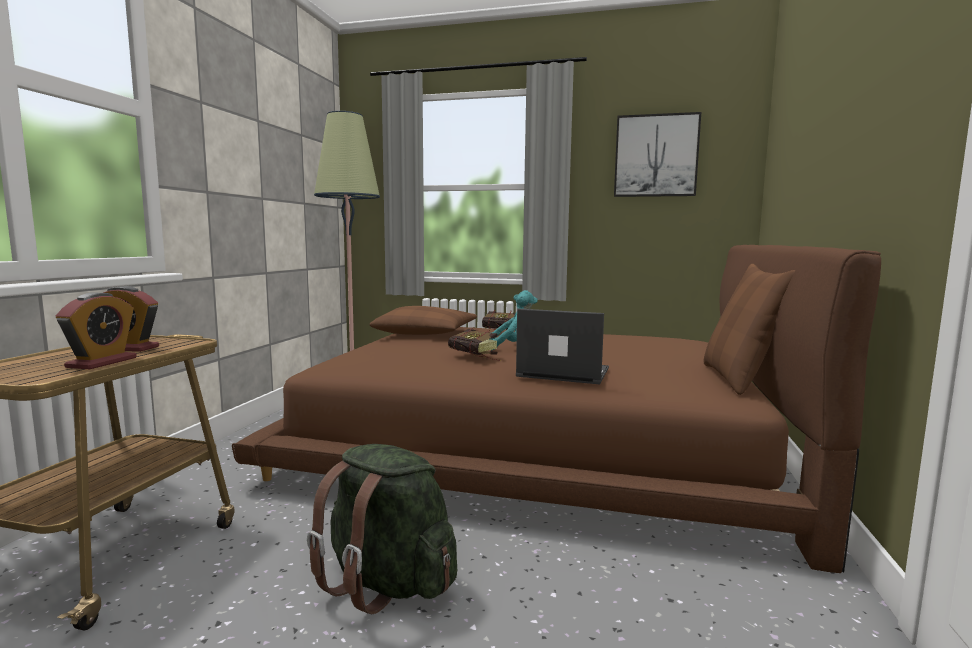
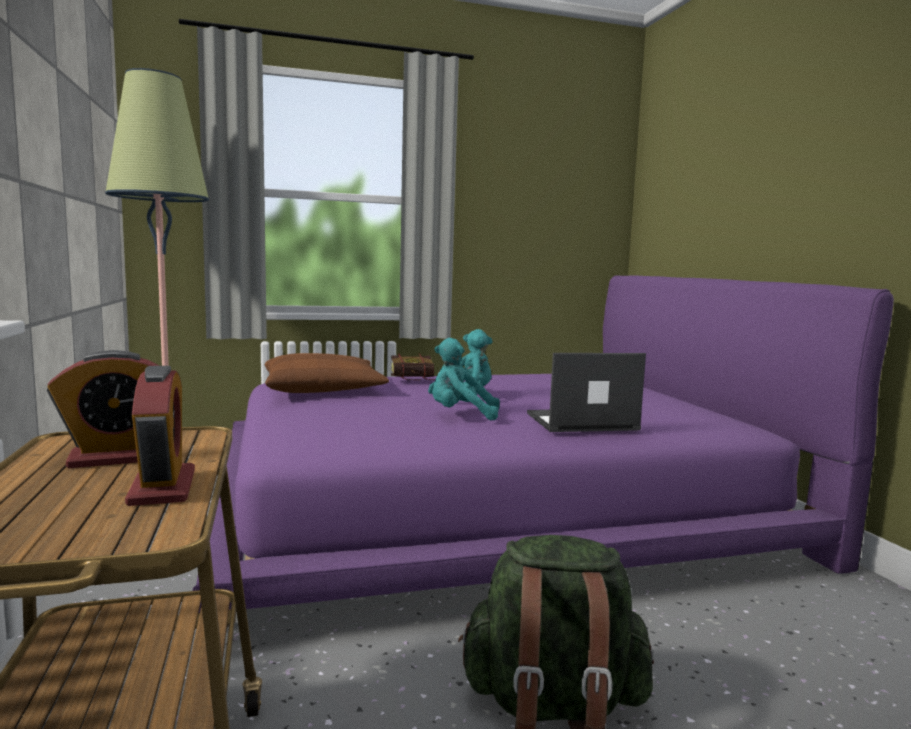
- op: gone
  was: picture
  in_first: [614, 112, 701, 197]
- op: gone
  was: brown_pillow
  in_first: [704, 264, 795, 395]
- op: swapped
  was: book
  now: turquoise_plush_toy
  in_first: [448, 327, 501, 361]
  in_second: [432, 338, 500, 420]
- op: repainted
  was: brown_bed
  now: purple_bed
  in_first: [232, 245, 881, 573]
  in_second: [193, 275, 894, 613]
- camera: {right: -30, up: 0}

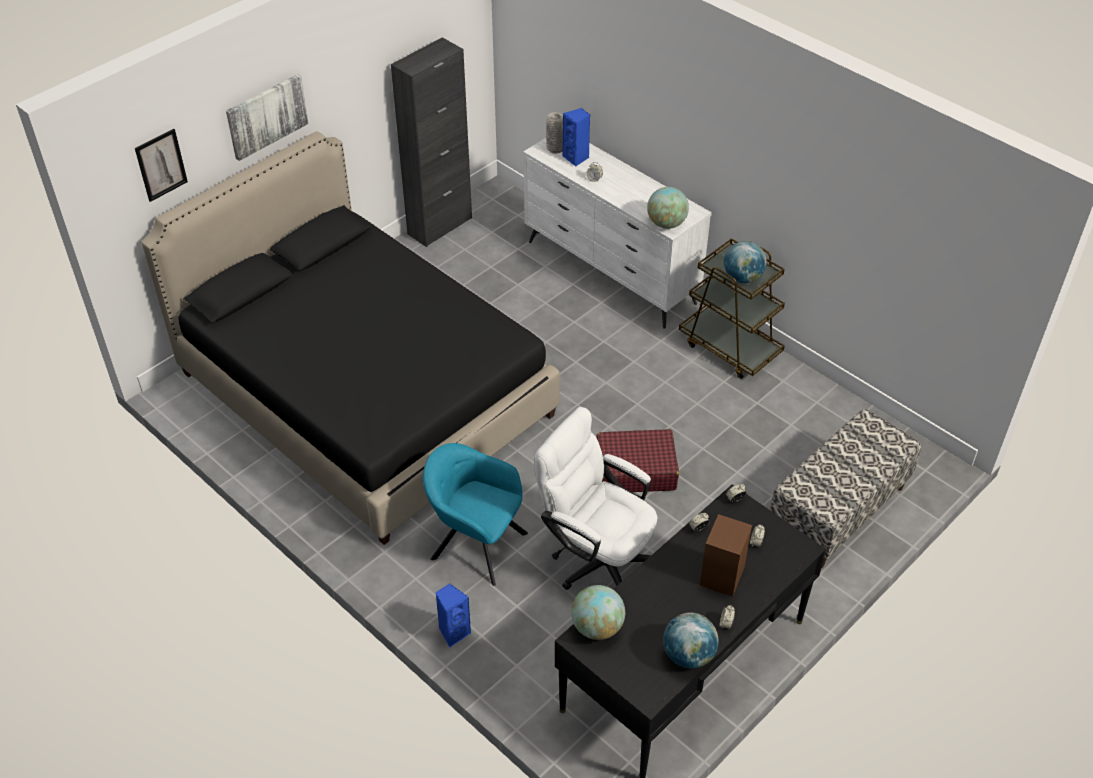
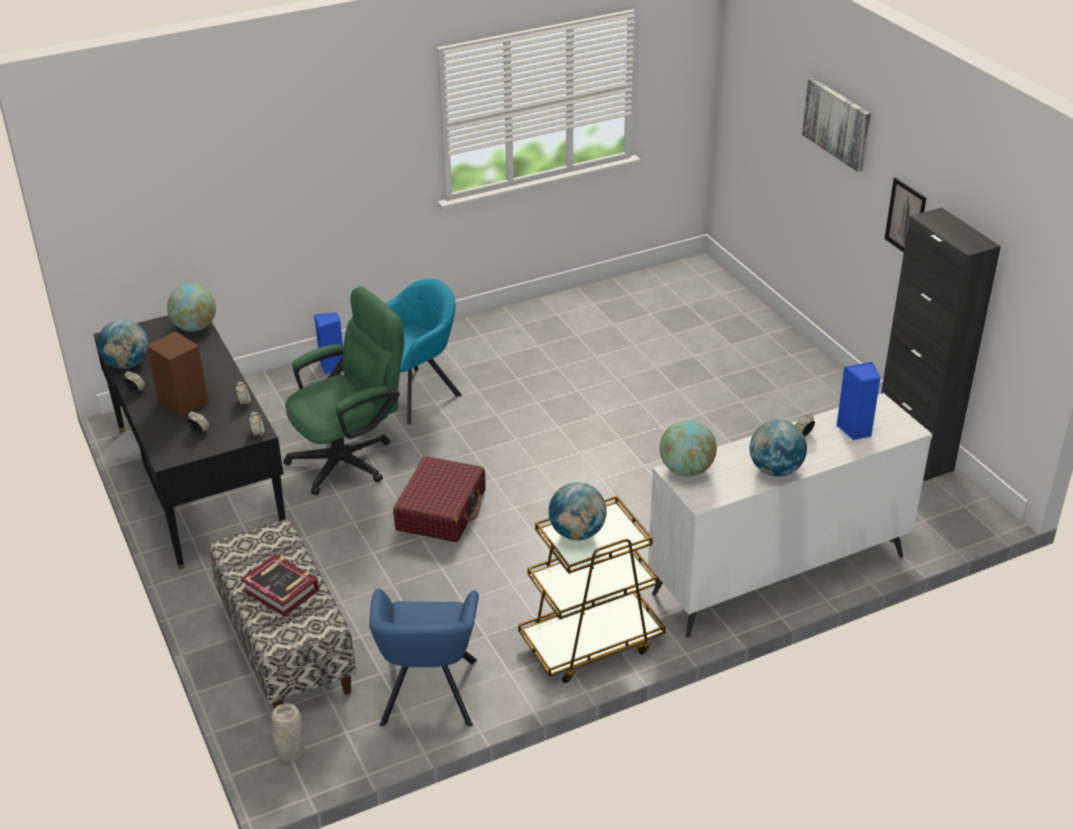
- op: gone
  was: black_bed
  in_first: [142, 131, 560, 545]
- op: new
  now: book
  in_second: [240, 554, 319, 617]
- op: new
  now: blue_armchair
  in_second: [369, 589, 479, 727]
- op: new
  now: globe
  in_second: [750, 420, 807, 477]
- op: shifted
  was: picture
  in_first: [135, 129, 188, 202]
  in_second: [885, 177, 926, 252]
- op: shifted
  was: grey_vase
  in_first: [546, 112, 563, 154]
  in_second: [272, 703, 304, 762]
- op: repainted
  was: white_office_chair
  now: green_office_chair
  in_first: [534, 407, 658, 590]
  in_second: [283, 286, 404, 495]
- camera: {right: 110, up: -10}

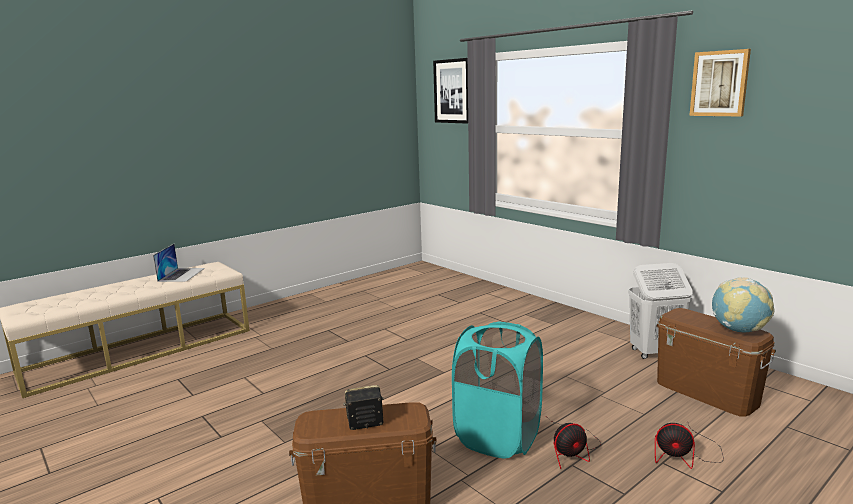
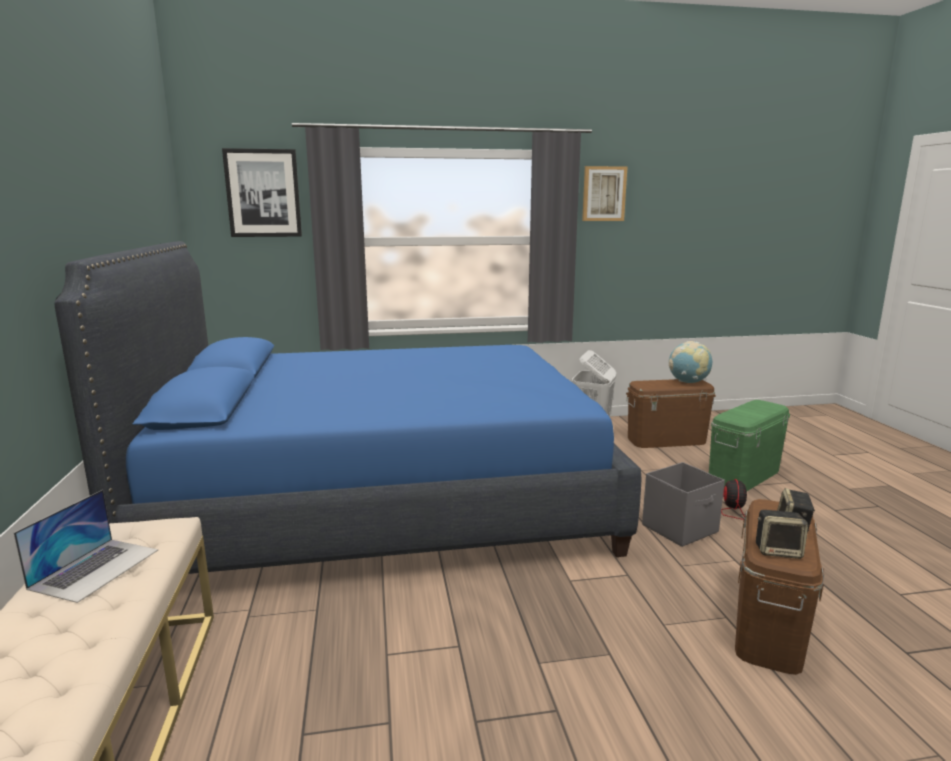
- op: new
  now: blue_bed
  in_second: [54, 241, 641, 574]
- op: new
  now: speaker
  in_second: [756, 510, 808, 559]
- op: swapped
  was: turquoise_laundry_basket
  now: grey_storage_box
  in_first: [452, 322, 543, 459]
  in_second: [642, 462, 725, 547]
- op: swapped
  was: fan
  now: green_storage_box
  in_first: [655, 423, 724, 469]
  in_second: [709, 400, 790, 491]
- op: rotated
  was: laptop
  in_first: [153, 244, 205, 282]
  in_second: [14, 490, 158, 603]
  clockwise: 75
- camera: {right: -60, up: 0}

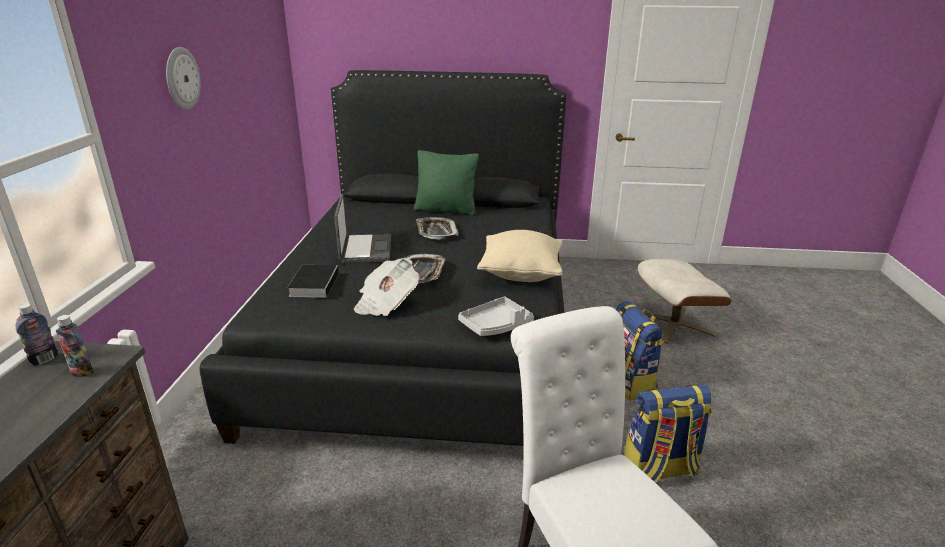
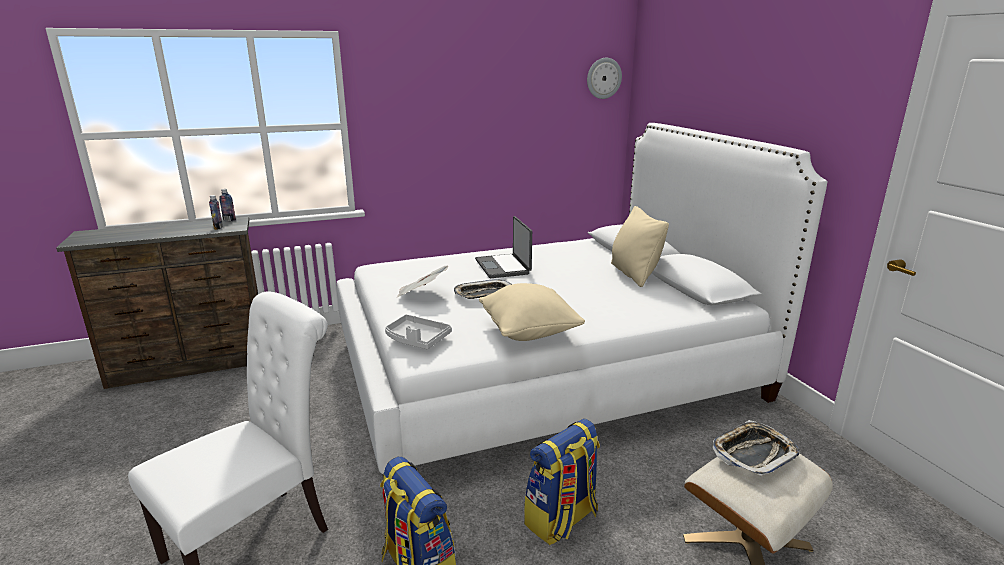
- op: gone
  was: book
  in_first: [287, 265, 339, 298]
- op: shifted
  was: wall_clock
  in_first: [166, 47, 201, 110]
  in_second: [587, 58, 622, 99]
- op: shifted
  was: tray
  in_first: [416, 217, 458, 240]
  in_second: [712, 420, 799, 477]
- op: repainted
  was: black_bed
  now: white_bed
  in_first: [200, 70, 566, 446]
  in_second: [337, 123, 827, 474]
- op: repainted
  was: green_pillow
  now: beige_pillow
  in_first: [414, 150, 479, 215]
  in_second: [611, 206, 669, 287]
- op: rotated
  was: laptop
  in_first: [334, 194, 391, 263]
  in_second: [475, 216, 532, 278]
  clockwise: 105
- camera: {right: 65, up: -5}

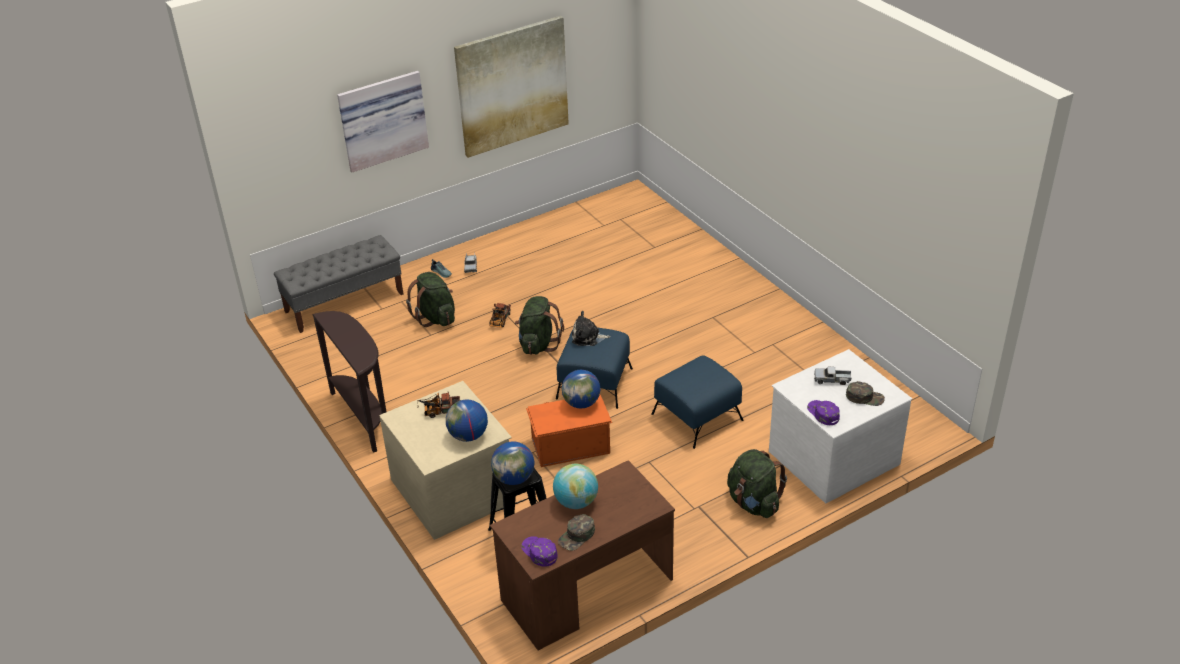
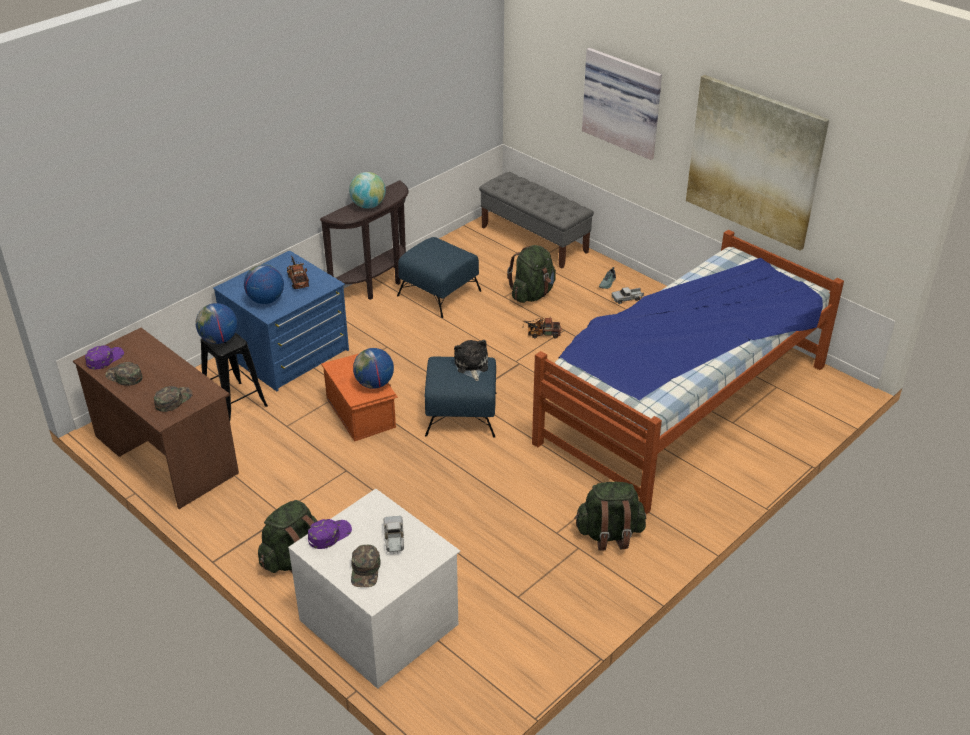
- op: new
  now: green_cap
  in_second: [154, 386, 193, 412]
- op: new
  now: bed
  in_second: [532, 230, 844, 514]
- op: shifted
  was: green_backpack
  in_first: [515, 296, 564, 354]
  in_second: [574, 482, 646, 551]
- op: shifted
  was: globe
  in_first: [553, 464, 598, 509]
  in_second: [349, 172, 386, 209]
- op: shifted
  was: blue_ottoman
  in_first: [652, 355, 744, 449]
  in_second: [397, 237, 481, 318]
- op: repainted
  was: beige_dresser
  now: blue_dresser
  in_first: [379, 381, 512, 540]
  in_second: [213, 250, 349, 391]
- camera: {right: 75, up: 0}

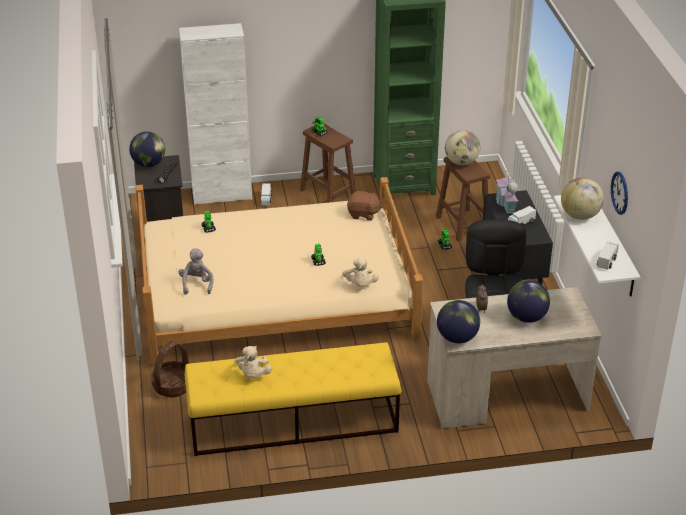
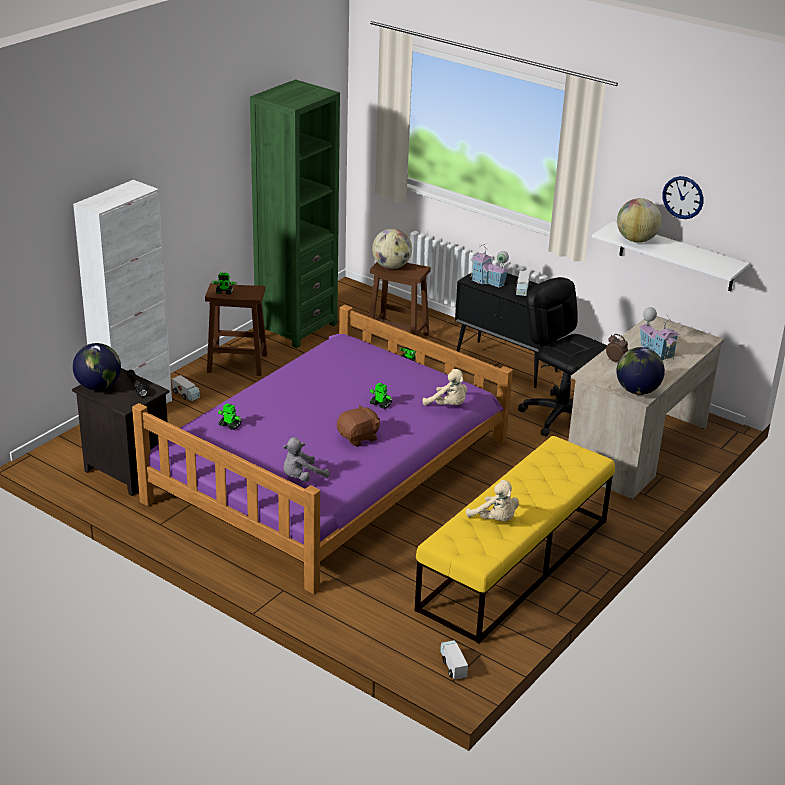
- op: gone
  was: basket
  in_first: [151, 341, 189, 397]
- op: shifted
  was: brown_plush_toy
  in_first: [347, 191, 382, 220]
  in_second: [337, 405, 380, 447]
- op: shifted
  was: toy_truck
  in_first: [597, 241, 619, 270]
  in_second: [440, 640, 468, 679]
- op: swapped
  was: globe
  now: toy_house
  in_first: [507, 280, 550, 323]
  in_second: [639, 307, 680, 361]
- op: repainted
  was: beige_bed
  now: purple_bed
  in_first: [135, 177, 423, 367]
  in_second: [132, 305, 513, 594]
- op: rotated
  was: grey_plush_toy
  in_first: [179, 248, 213, 295]
  in_second: [283, 437, 330, 482]
  clockwise: -75
- camera: {right: -45, up: -5}

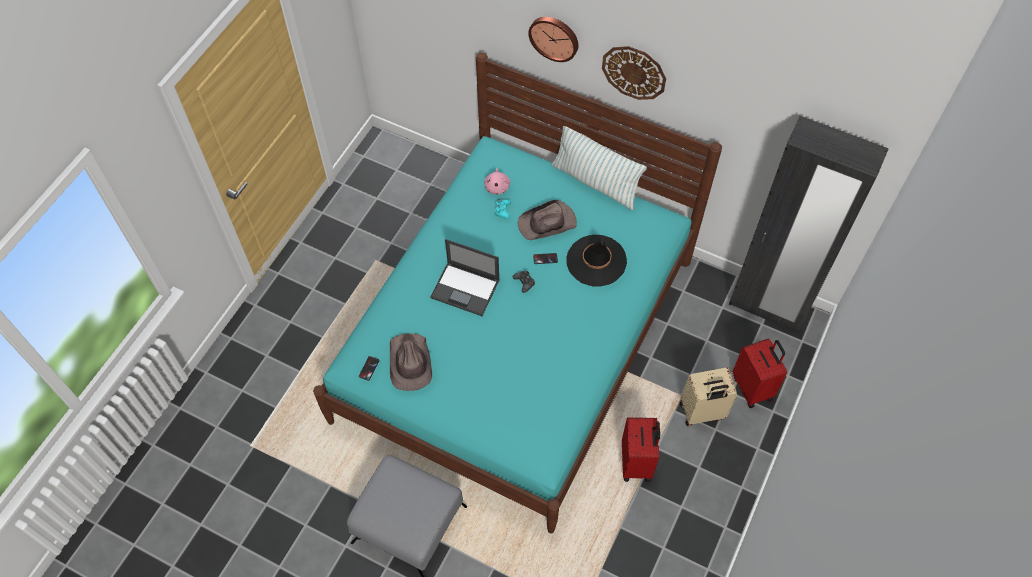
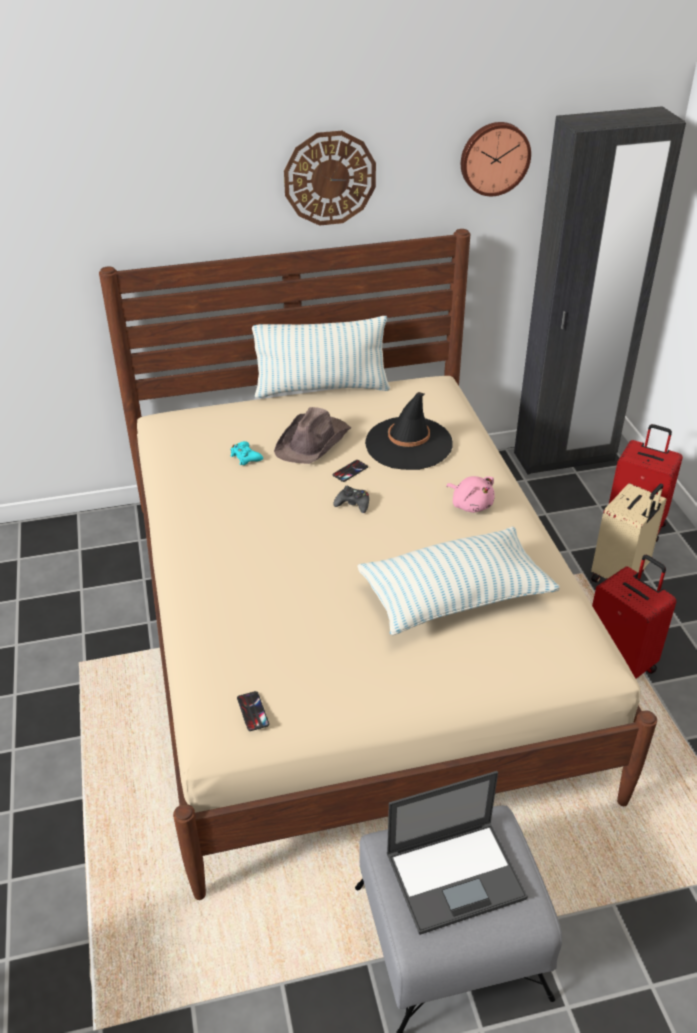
- op: gone
  was: brown_hat
  in_first: [390, 333, 432, 391]
- op: new
  now: pillow
  in_second: [357, 527, 560, 635]
- op: shifted
  was: laptop
  in_first: [430, 239, 500, 316]
  in_second: [387, 771, 528, 935]
- op: shifted
  was: pink_plush_toy
  in_first: [484, 168, 510, 195]
  in_second: [446, 476, 495, 513]
- op: shifted
  was: wall_clock
  in_first: [528, 17, 578, 62]
  in_second: [461, 122, 531, 196]
- op: repainted
  was: turquoise_bed
  now: beige_bed
  in_first: [313, 52, 722, 534]
  in_second: [99, 229, 657, 900]
- camera: {right: -40, up: -20}

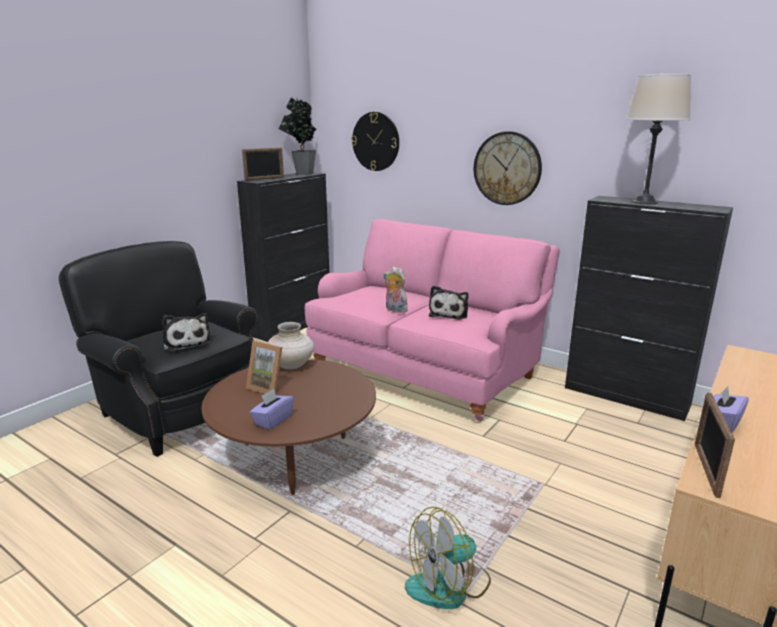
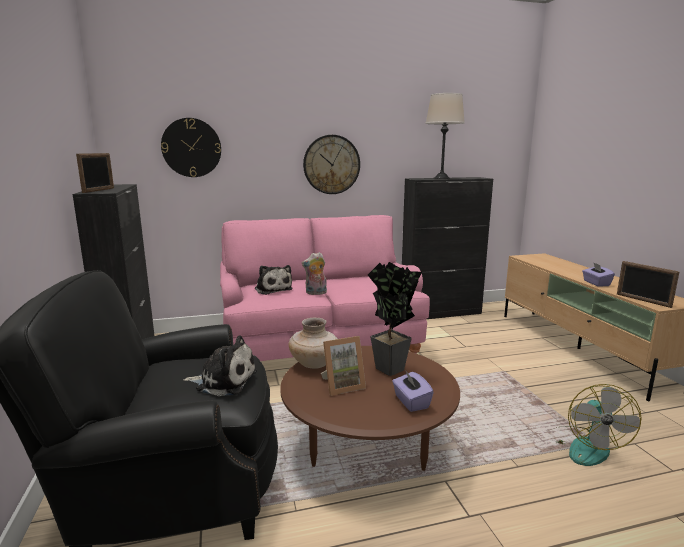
- op: shifted
  was: potted_plant
  in_first: [279, 97, 316, 175]
  in_second: [368, 262, 422, 376]
- op: shifted
  was: plush_toy
  in_first: [429, 285, 469, 320]
  in_second: [255, 265, 293, 295]
- camera: {right: -50, up: -5}

